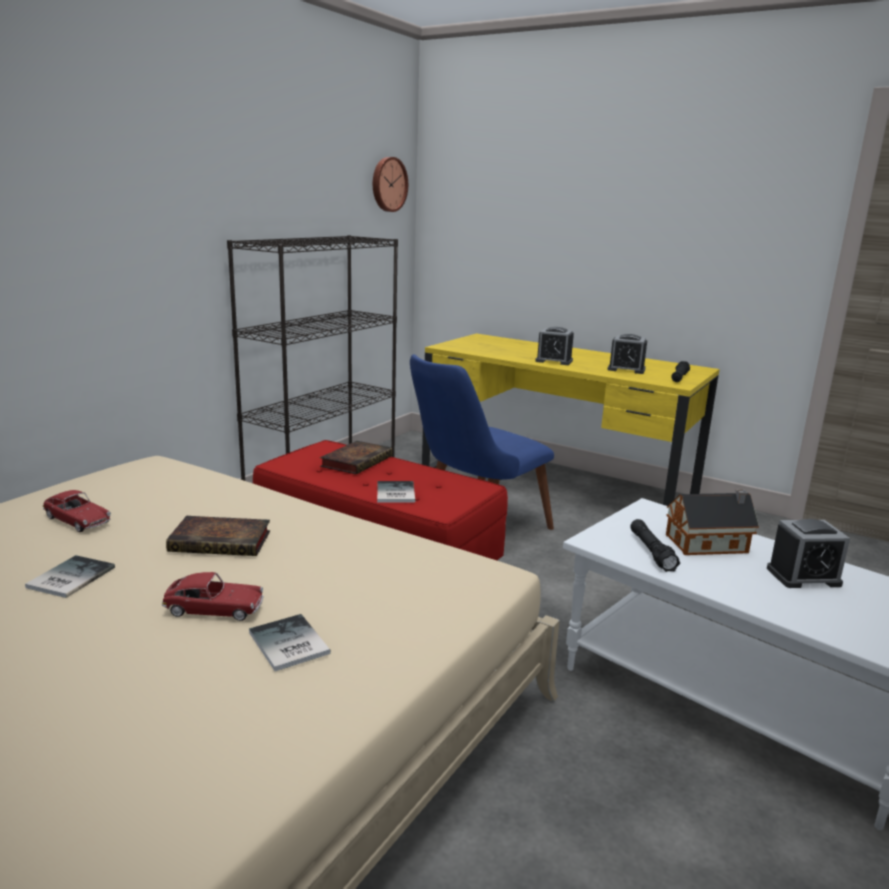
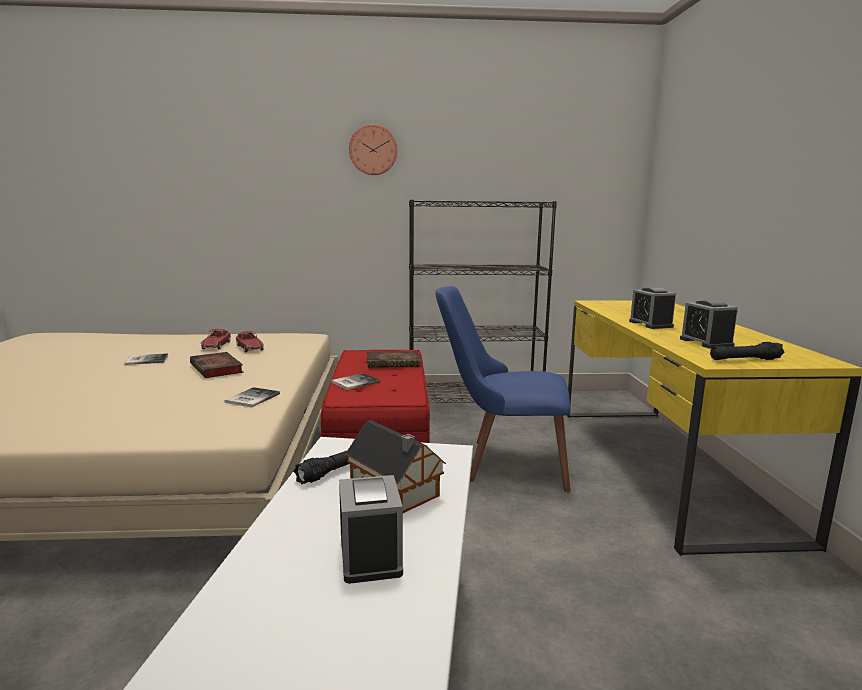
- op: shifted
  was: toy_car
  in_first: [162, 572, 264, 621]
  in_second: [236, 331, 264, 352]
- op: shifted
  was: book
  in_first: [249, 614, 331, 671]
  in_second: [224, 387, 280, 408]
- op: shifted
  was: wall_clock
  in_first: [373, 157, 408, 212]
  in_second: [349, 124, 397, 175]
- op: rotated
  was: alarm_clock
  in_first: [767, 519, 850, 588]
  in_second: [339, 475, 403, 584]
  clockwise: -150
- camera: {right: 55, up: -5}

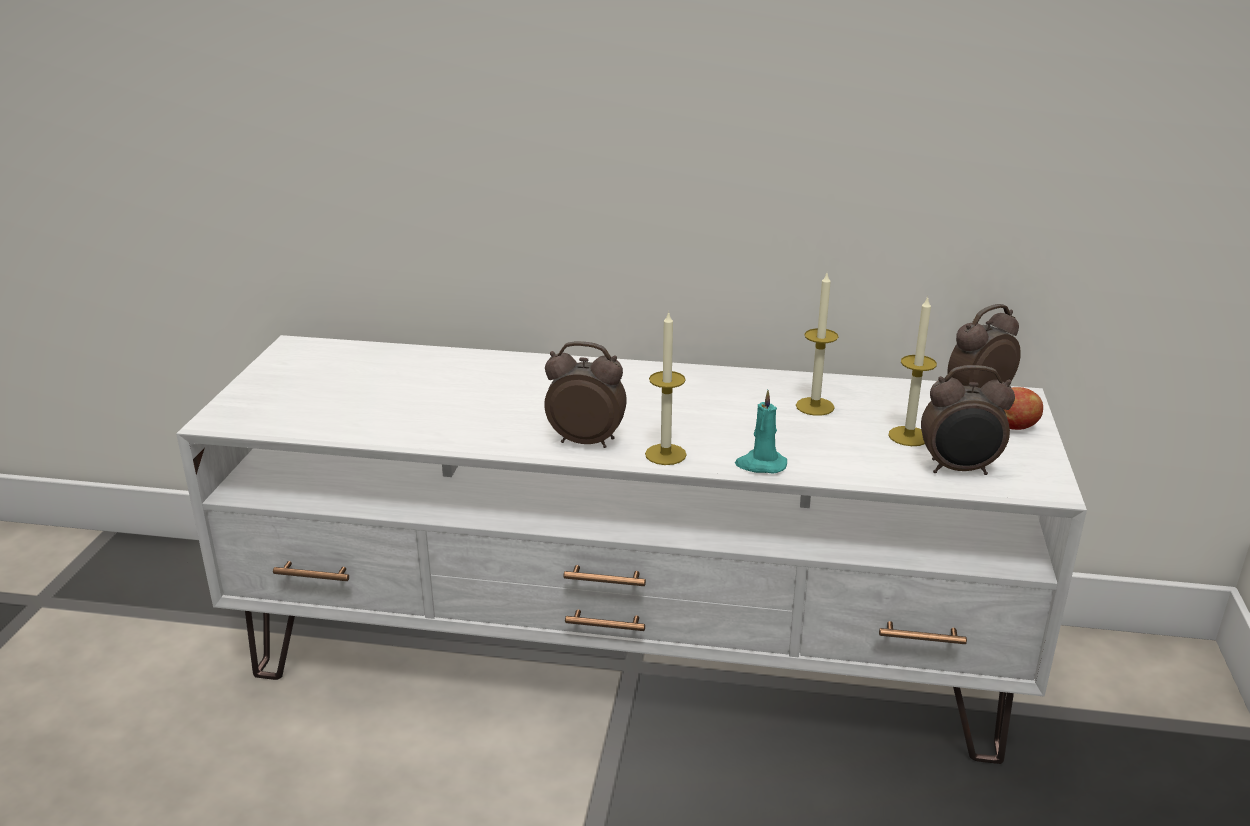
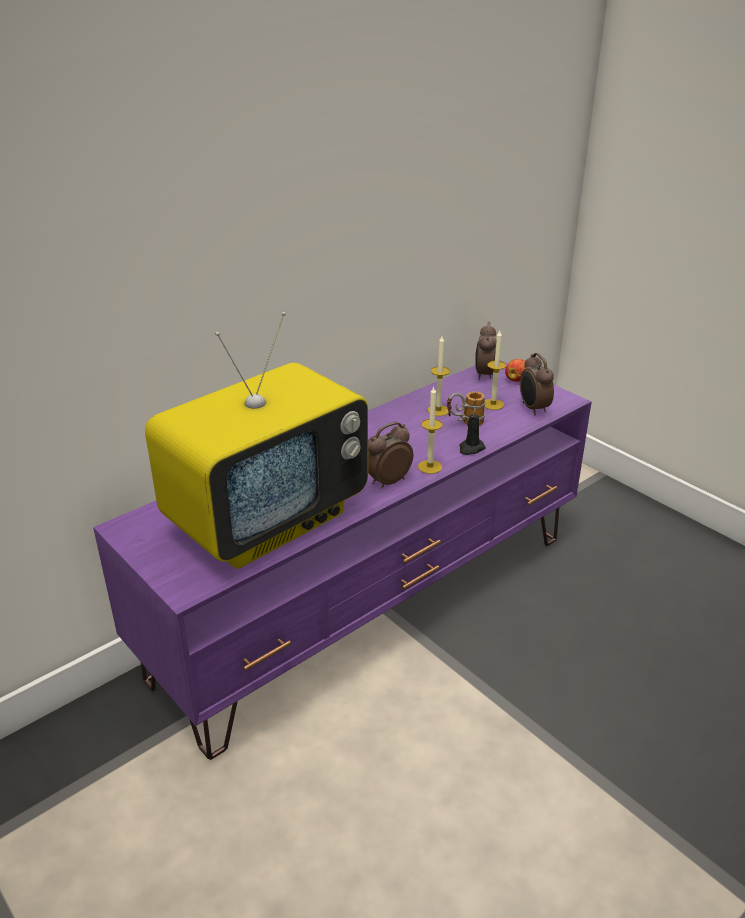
- op: new
  now: television
  in_second: [145, 312, 368, 569]
- op: new
  now: mug
  in_second: [447, 391, 485, 426]
- op: repainted
  was: white_tv_stand
  now: purple_tv_stand
  in_first: [176, 335, 1087, 764]
  in_second: [93, 360, 592, 760]
- op: repainted
  was: turquoise_candle
  now: black_candle
  in_first: [735, 390, 787, 474]
  in_second: [459, 408, 486, 455]
- op: rotated
  was: alarm_clock
  in_first: [921, 365, 1015, 475]
  in_second: [520, 353, 554, 415]
  clockwise: 120
- camera: {right: -50, up: 5}

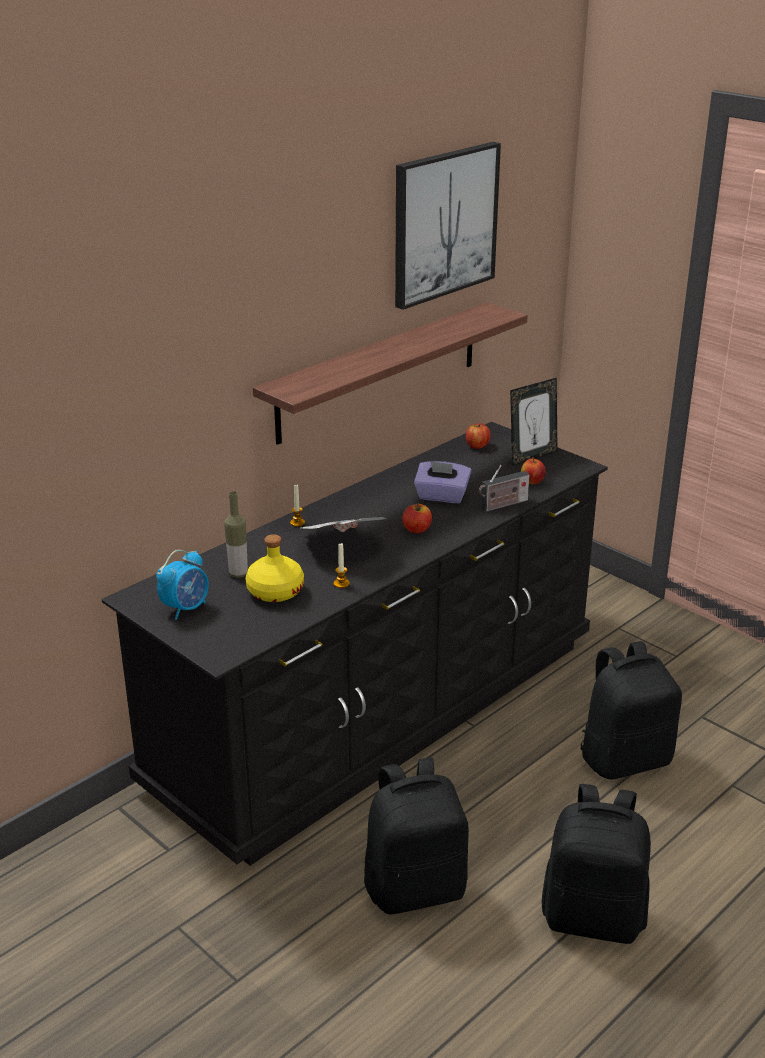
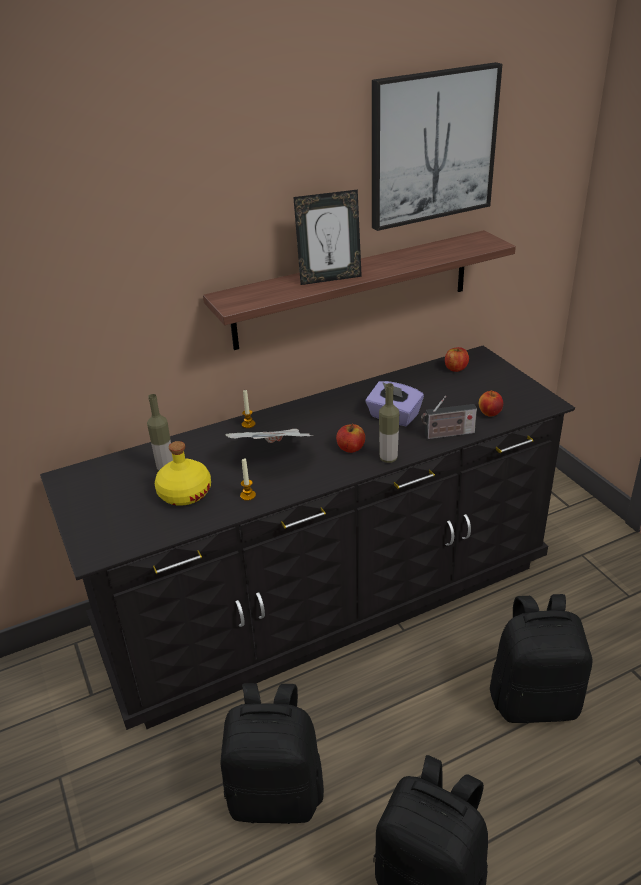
- op: gone
  was: alarm_clock
  in_first: [156, 550, 209, 620]
- op: new
  now: bottle
  in_second: [379, 383, 399, 463]
- op: shifted
  was: picture_frame
  in_first: [510, 378, 558, 466]
  in_second: [293, 190, 362, 285]
- camera: {right: 20, up: 5}

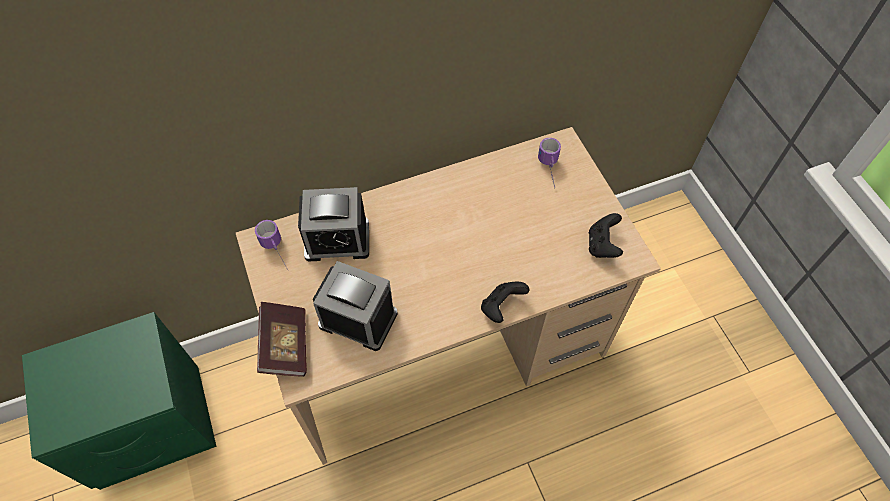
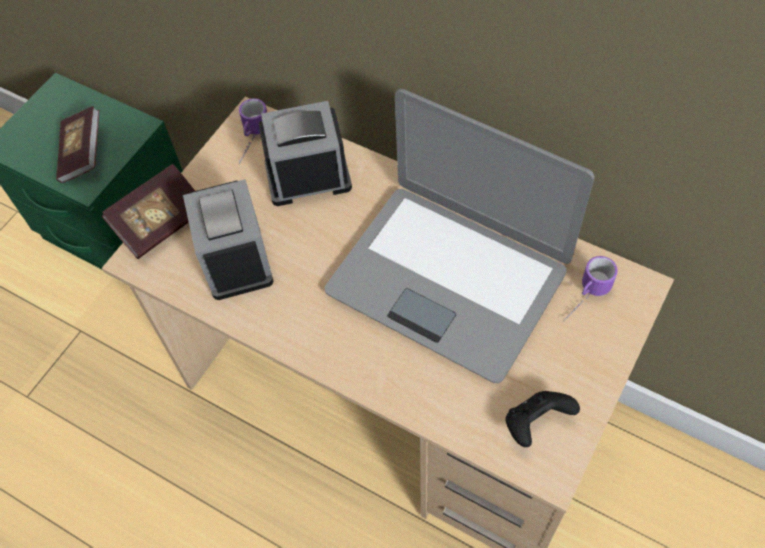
- op: gone
  was: black_game_controller
  in_first: [481, 282, 530, 323]
- op: new
  now: book
  in_second: [56, 106, 99, 183]
- op: new
  now: laptop
  in_second: [325, 89, 595, 383]
- op: rotated
  was: alarm_clock
  in_first: [298, 187, 369, 262]
  in_second: [259, 101, 352, 206]
  clockwise: 120
- camera: {right: 55, up: 0}

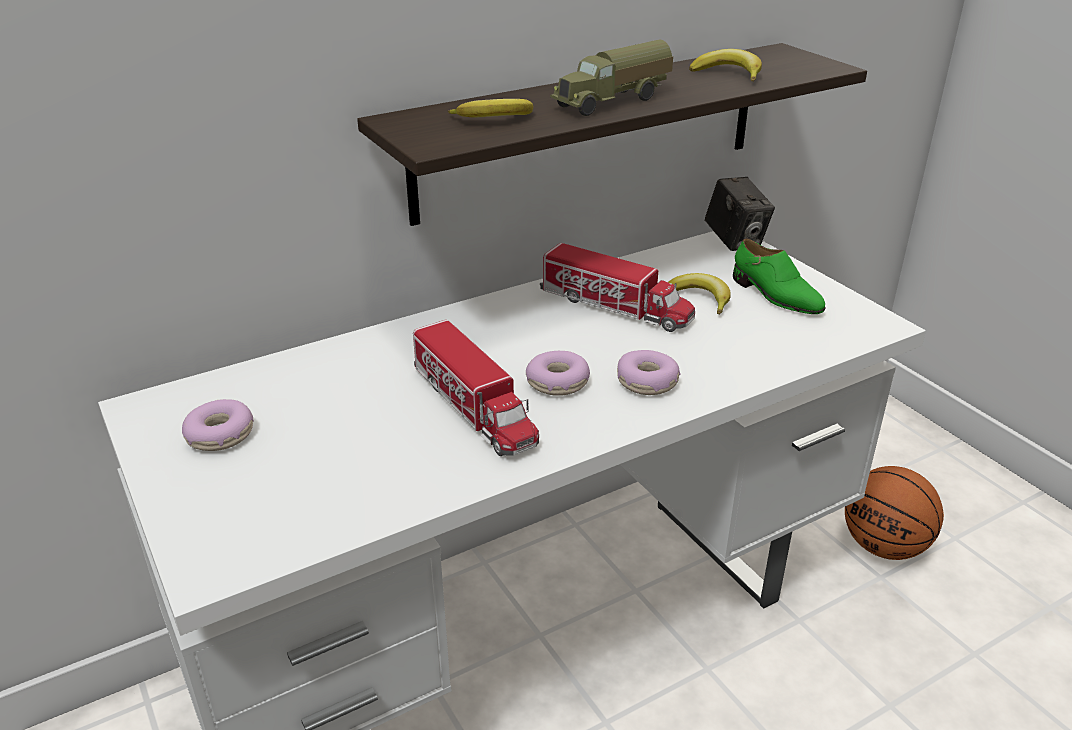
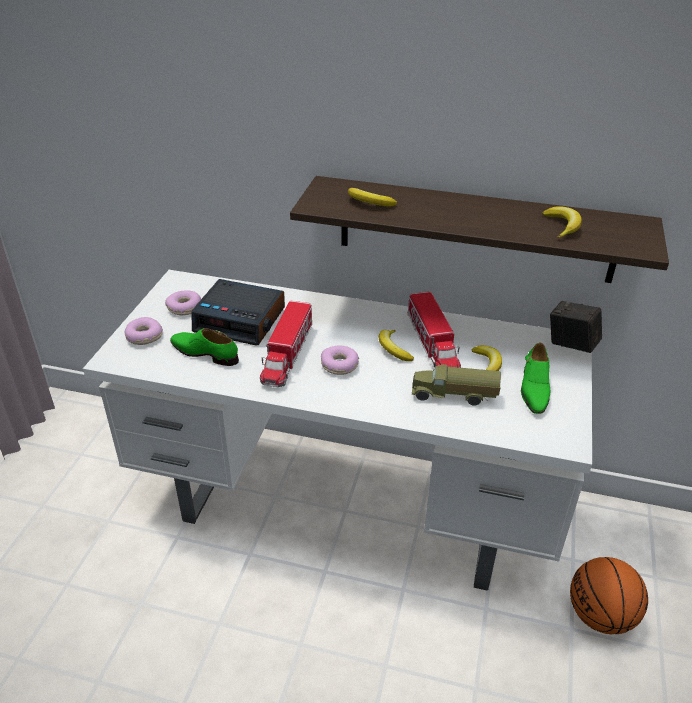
- op: new
  now: green_shoe
  in_second: [170, 328, 239, 366]
- op: new
  now: alarm_clock
  in_second: [191, 279, 285, 346]
- op: new
  now: banana
  in_second: [379, 330, 414, 361]
- op: shifted
  was: toy_truck
  in_first: [550, 39, 673, 116]
  in_second: [412, 364, 501, 406]
- op: shifted
  was: donut
  in_first: [617, 350, 681, 395]
  in_second: [125, 317, 163, 345]
- op: rotated
  was: photo_camera
  in_first: [705, 177, 775, 251]
  in_second: [550, 301, 602, 353]
  clockwise: 105
- camera: {right: 45, up: 5}

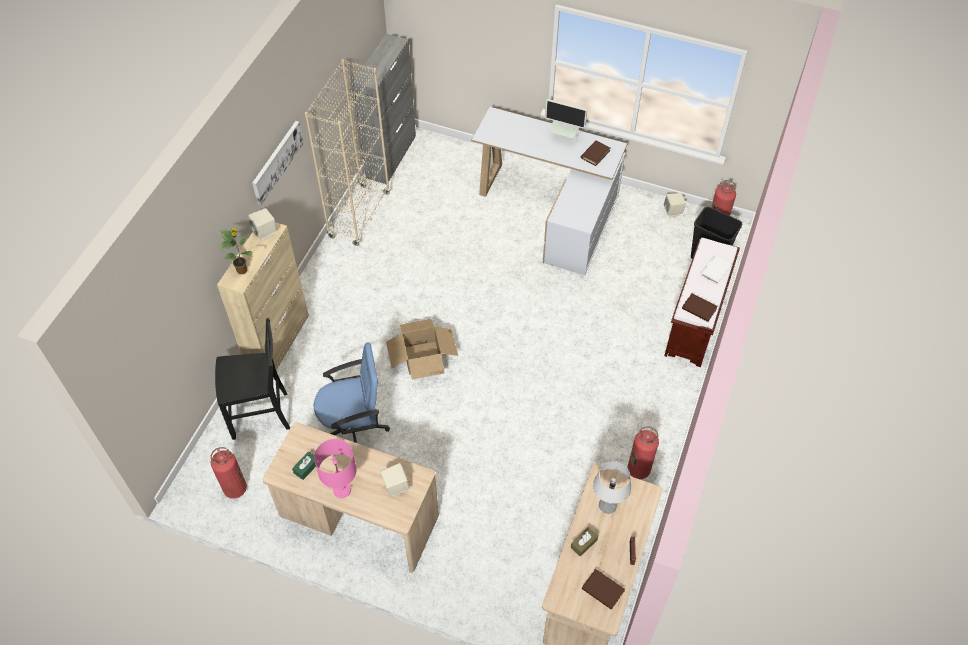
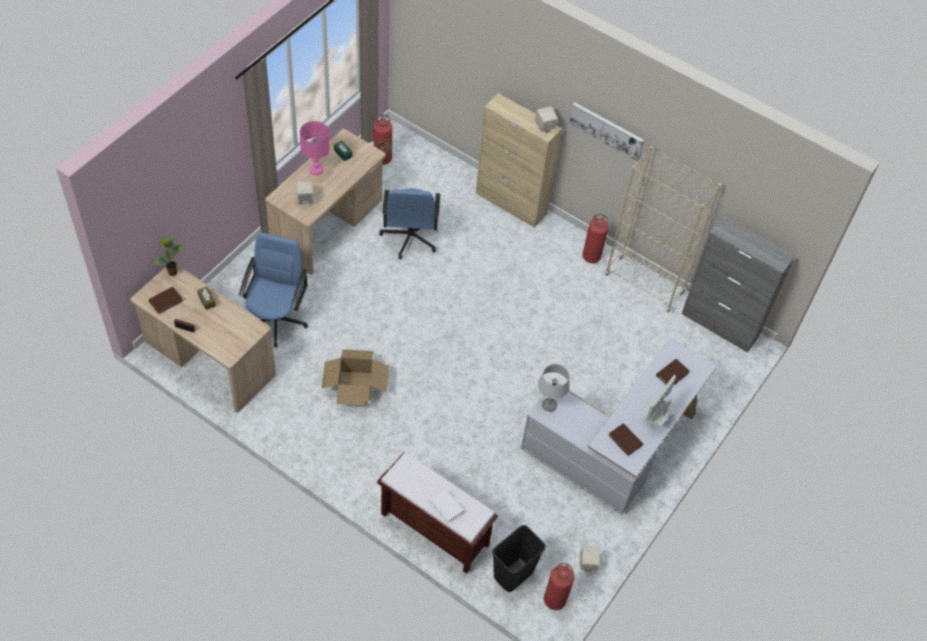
- op: gone
  was: black_chair
  in_first: [215, 318, 290, 440]
- op: new
  now: blue_office_chair
  in_second: [239, 232, 308, 348]
- op: shifted
  was: potted_plant
  in_first: [219, 228, 253, 274]
  in_second: [153, 236, 183, 276]
- op: shifted
  was: cardboard_box
  in_first: [386, 319, 458, 380]
  in_second: [322, 349, 389, 406]
- op: shifted
  was: grey_table_lamp
  in_first: [593, 461, 632, 514]
  in_second: [538, 364, 570, 411]
- op: shifted
  was: fire_extinguisher
  in_first: [628, 426, 659, 479]
  in_second: [582, 214, 609, 263]
- op: shifted
  was: brown_book
  in_first: [682, 293, 718, 322]
  in_second: [656, 359, 690, 386]
- camera: {right: 100, up: 0}

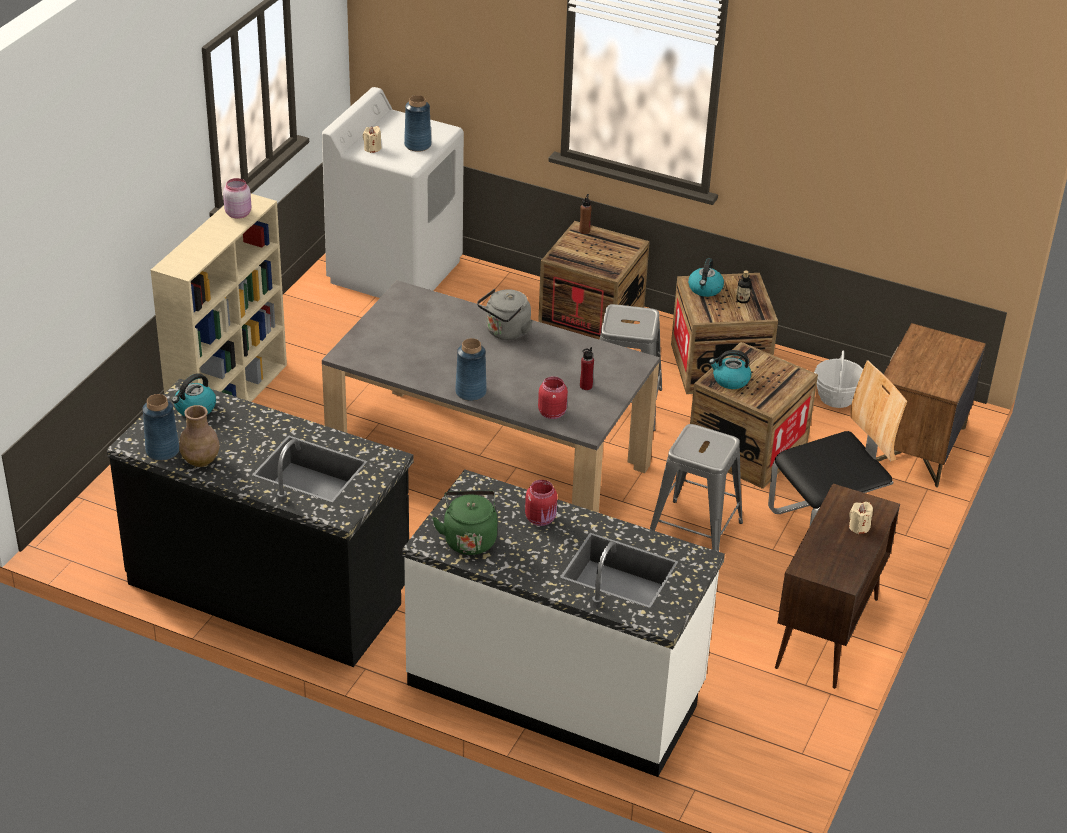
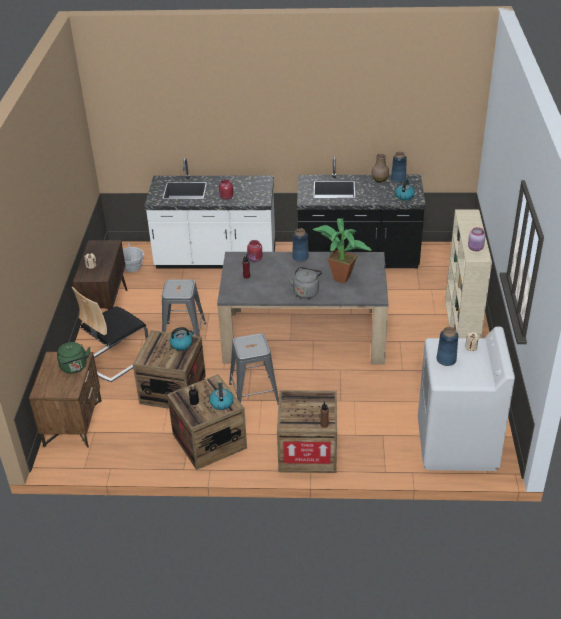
- op: new
  now: potted_plant
  in_second: [313, 218, 372, 284]
- op: shifted
  was: green_kettle
  in_first: [432, 490, 498, 555]
  in_second: [57, 342, 90, 374]
- op: shifted
  was: basket
  in_first: [814, 350, 863, 408]
  in_second: [123, 242, 144, 272]
- camera: {right: 160, up: 0}

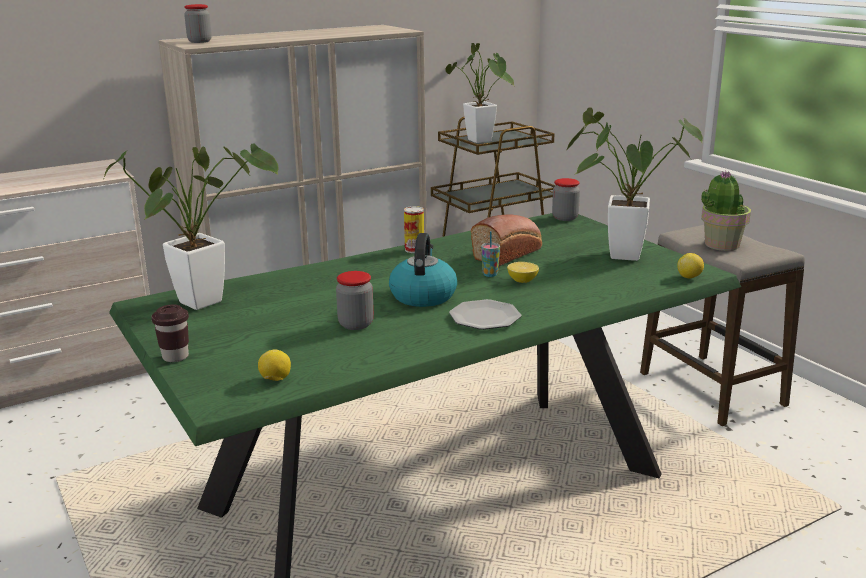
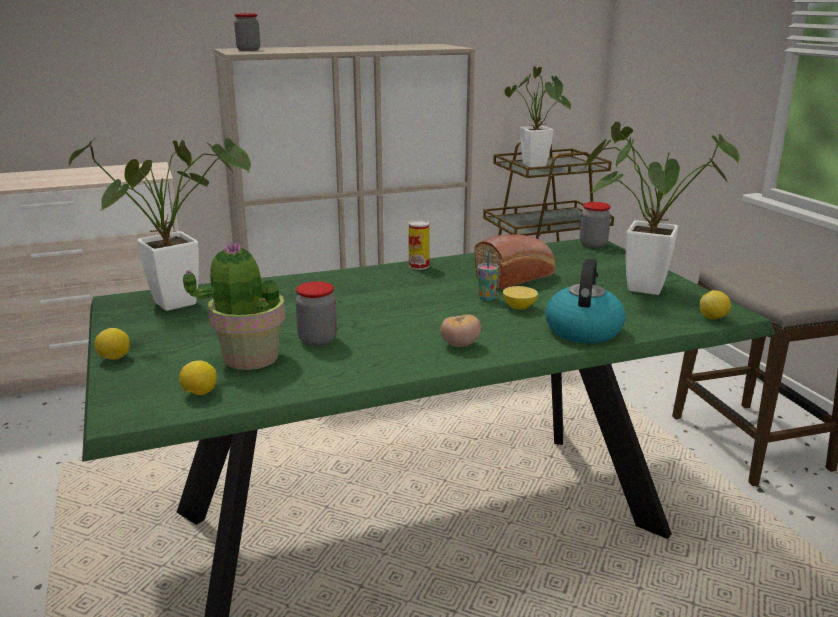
- op: shifted
  was: kettle
  in_first: [389, 233, 457, 307]
  in_second: [546, 258, 626, 343]
- op: shifted
  was: potted_plant
  in_first: [701, 171, 751, 251]
  in_second: [183, 241, 285, 370]
- op: swapped
  was: brown_cup
  now: lemon
  in_first: [151, 305, 189, 362]
  in_second: [95, 328, 130, 360]
- op: swapped
  was: plate
  now: tomato
  in_first: [449, 299, 521, 330]
  in_second: [440, 314, 481, 347]
- camera: {right: 10, up: 0}

